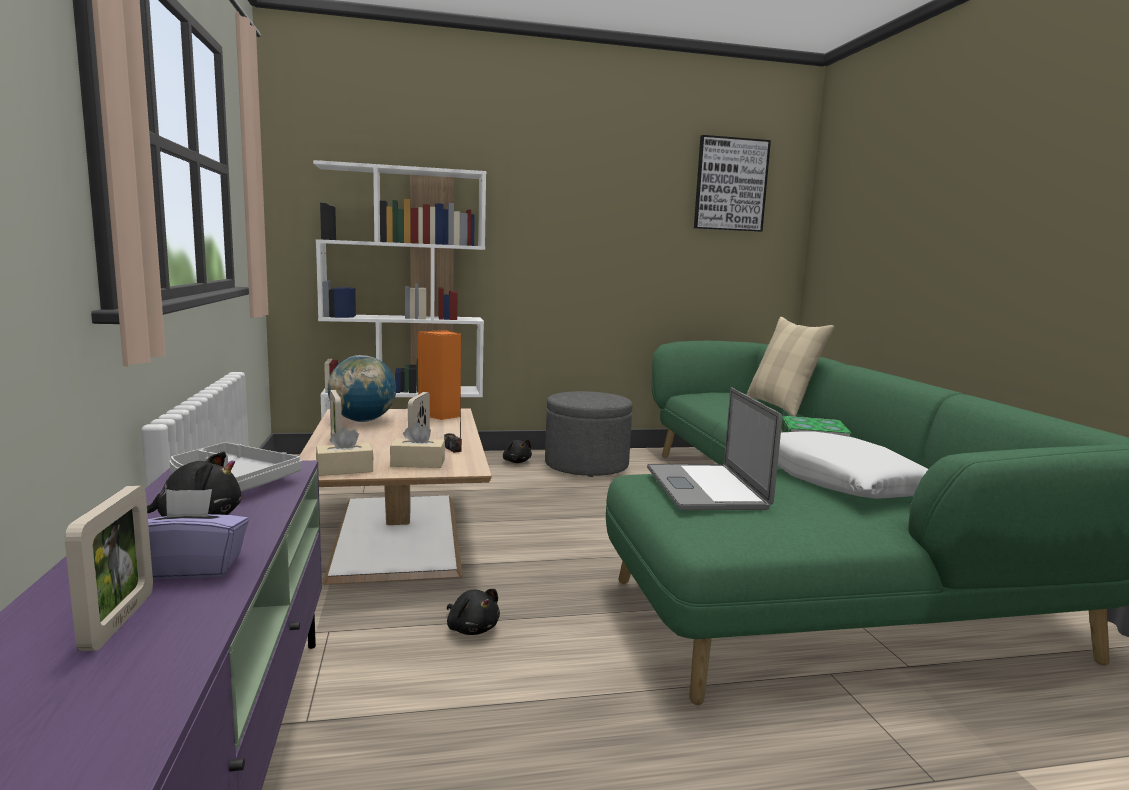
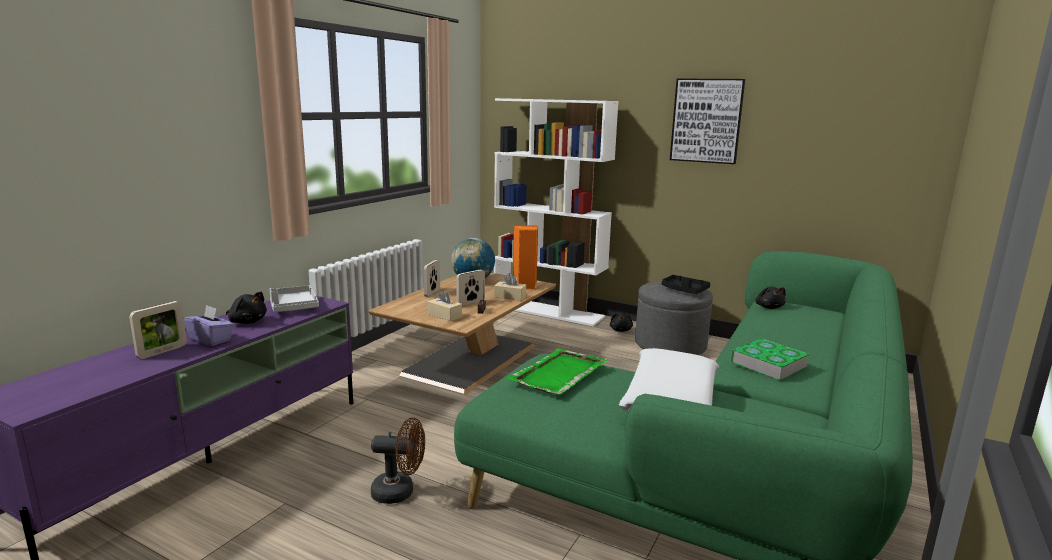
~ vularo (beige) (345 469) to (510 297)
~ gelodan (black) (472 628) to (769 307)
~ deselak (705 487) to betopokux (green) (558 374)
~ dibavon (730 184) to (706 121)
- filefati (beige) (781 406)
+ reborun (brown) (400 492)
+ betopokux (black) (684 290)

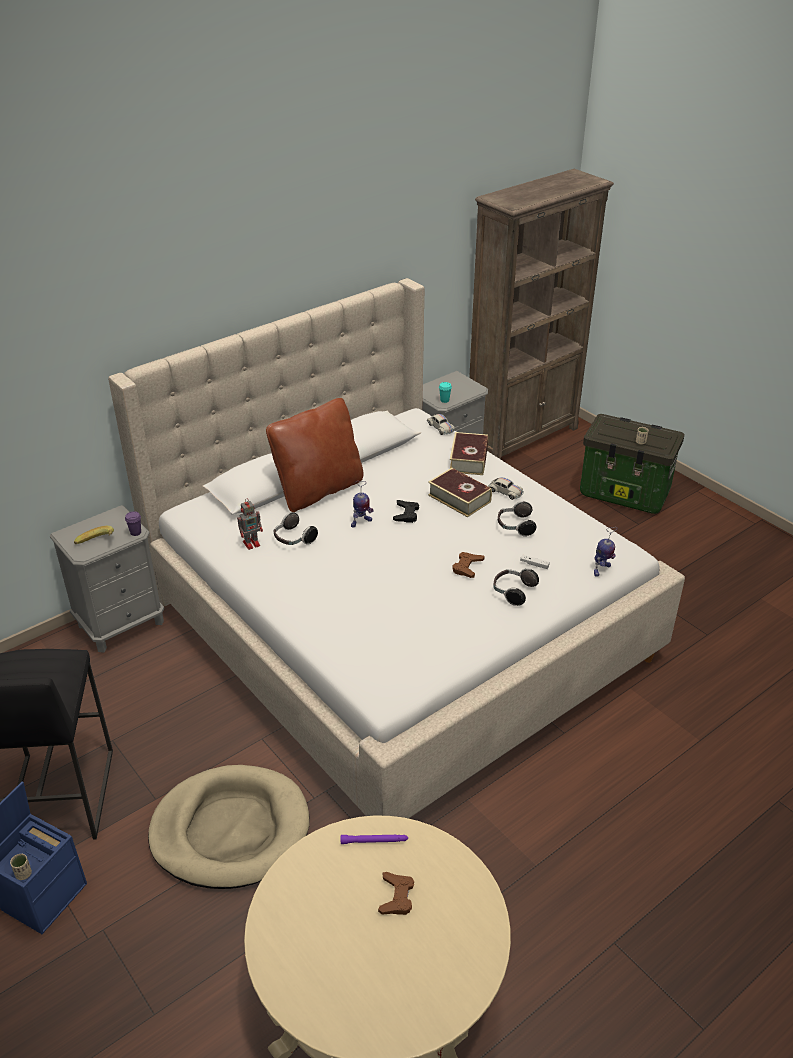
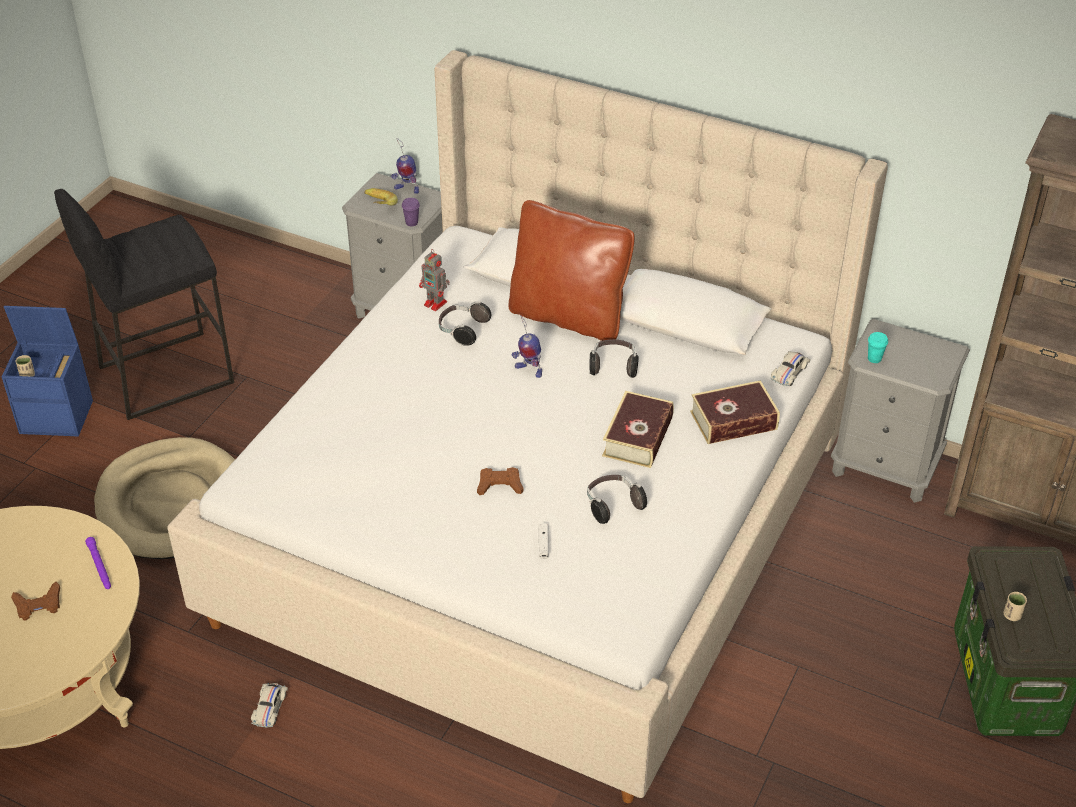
- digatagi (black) (406 514)
~ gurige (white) (505 492) to (270 708)
~ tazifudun (513 592) to (613 366)
~ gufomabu (601 570) to (406 189)

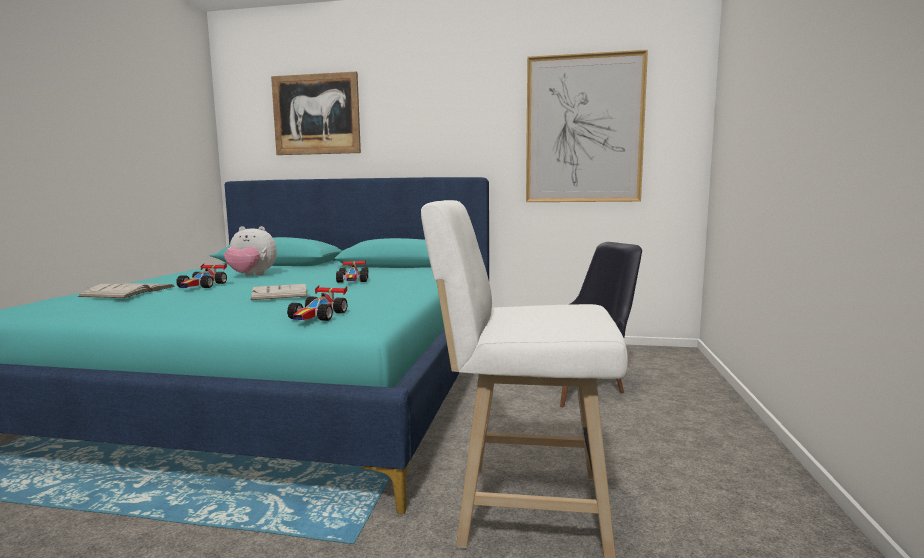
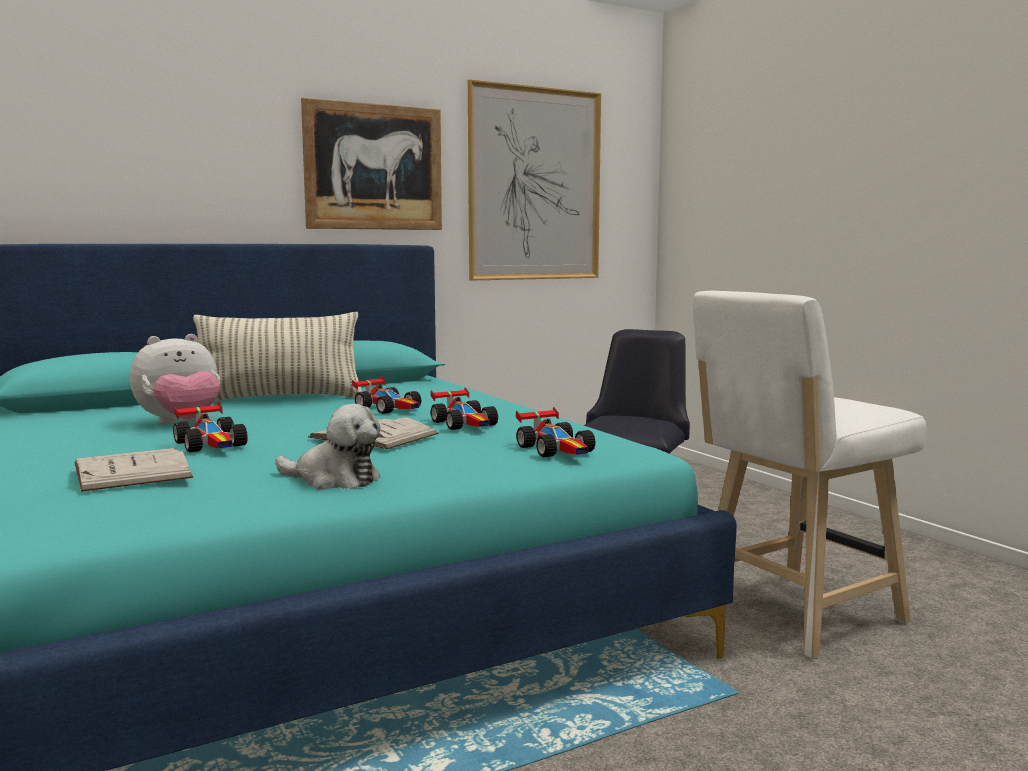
~ dibavon (316 114) to (374 167)
+ filefati (280 399)
+ gelodan (334 479)
+ gurige (465 423)

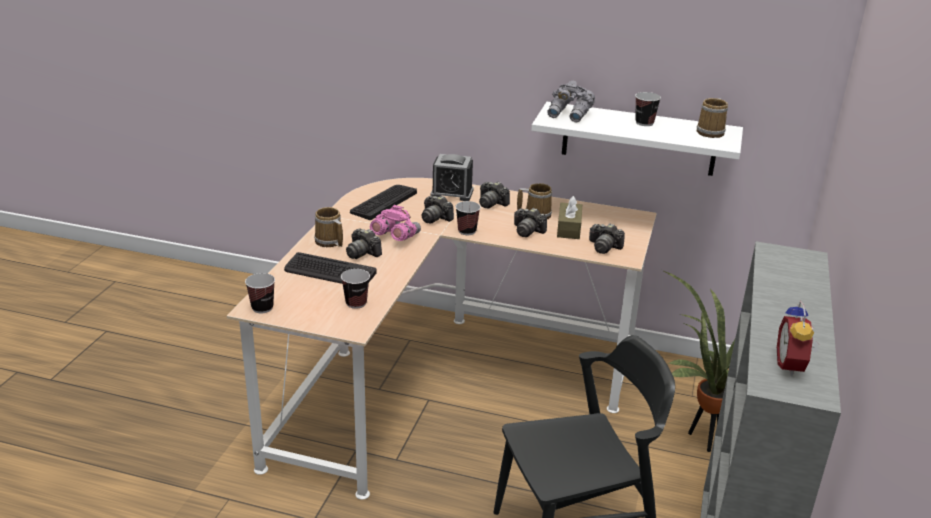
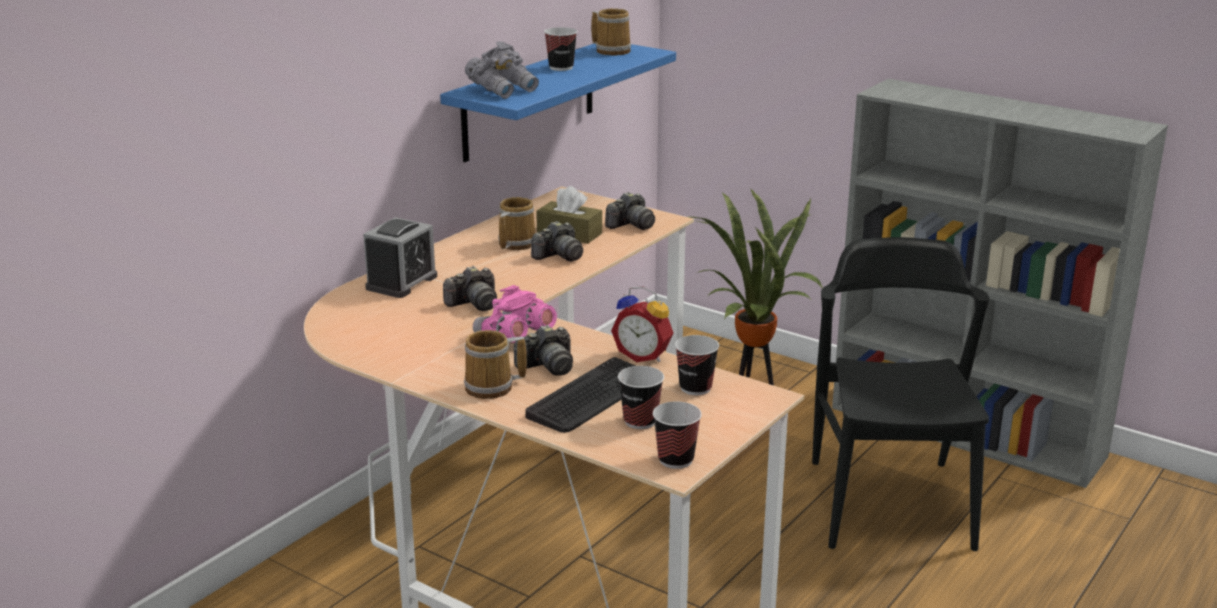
- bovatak (383 202)
~ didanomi (467 231) to (640 421)
- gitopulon (491 203)
~ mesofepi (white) (639 139) to mesofepi (blue) (529 100)
~ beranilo (792 366) to (644 356)

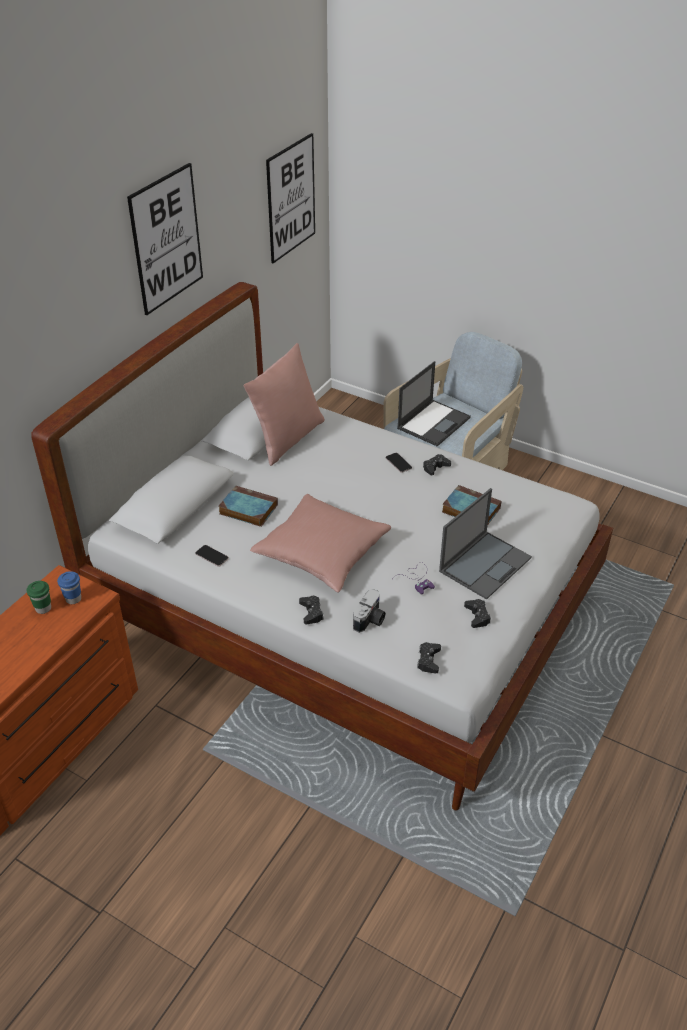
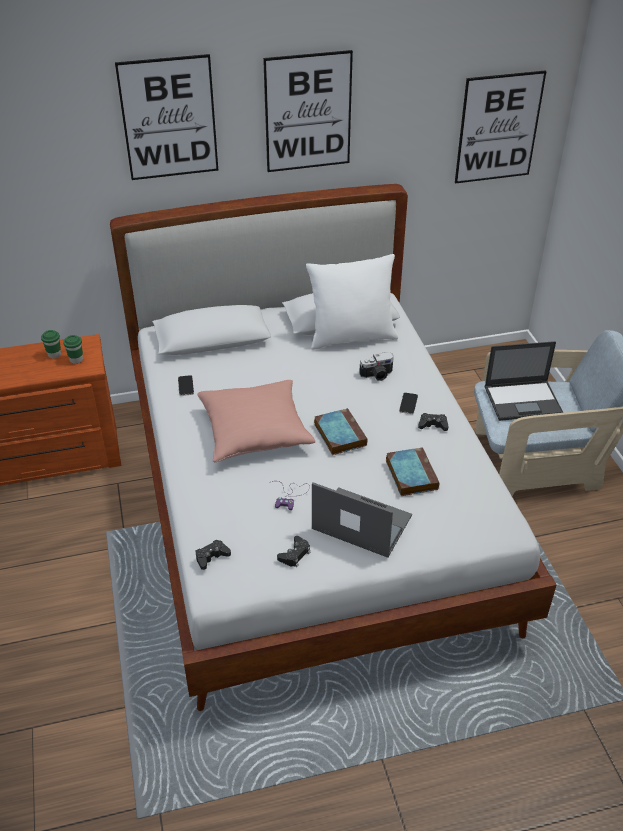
~ didanomi (blue) (73 599) to didanomi (green) (76 360)
~ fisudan (247 509) to (339 434)
~ filefati (pink) (287 439) to filefati (white) (351 337)
- digatagi (black) (311 612)
~ gitopulon (370 620) to (377 375)
~ deselak (485 564) = (360 522) 150 degrees counterclockwise
+ dibavon (169 118)

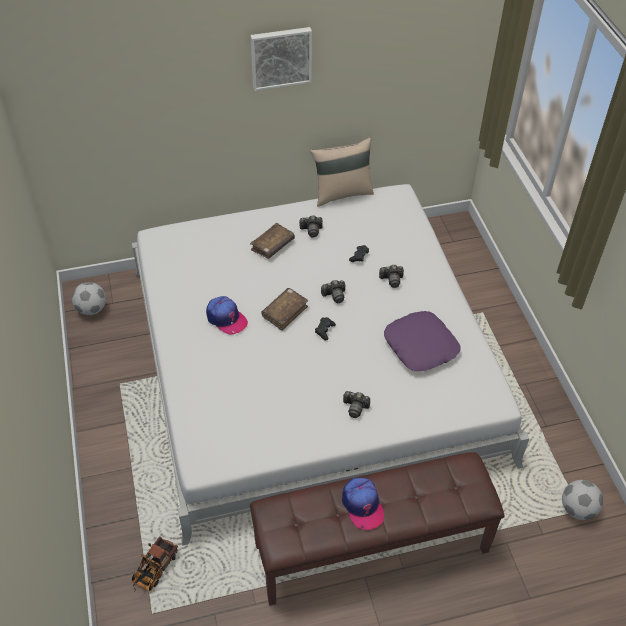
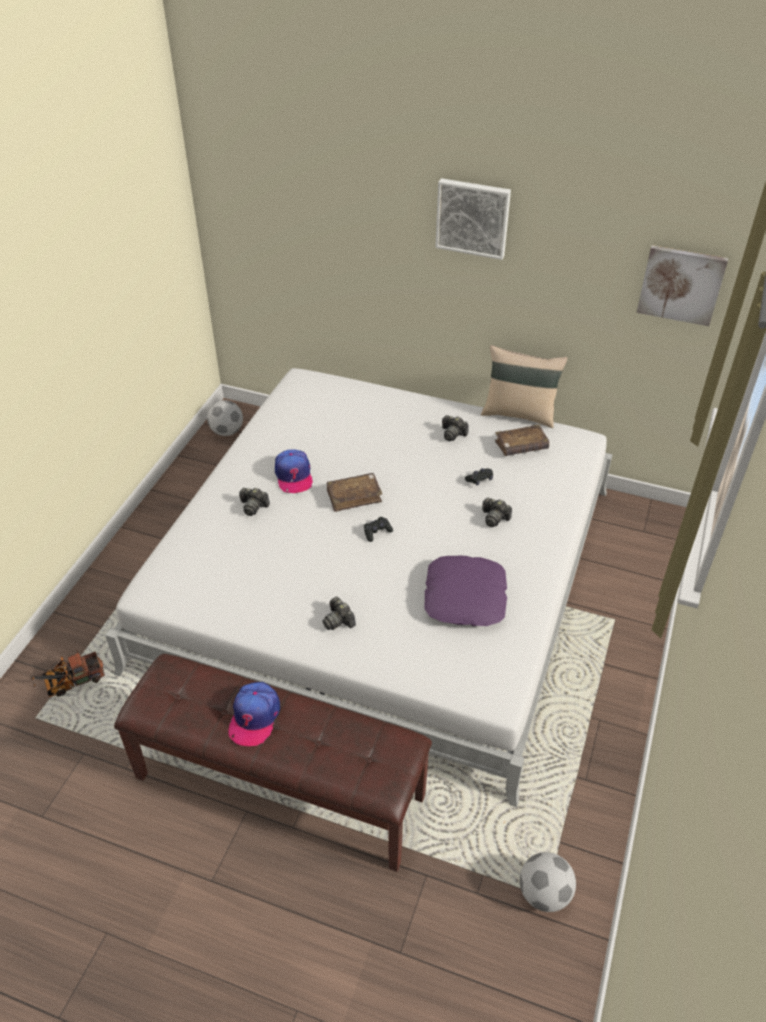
~ fisudan (brown) (272 245) to (521 446)
~ gitopulon (334 295) to (253 506)
+ dibavon (681 284)

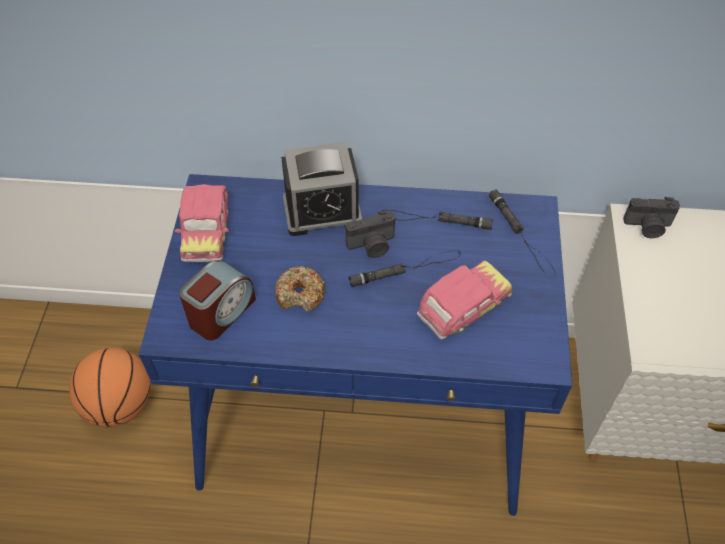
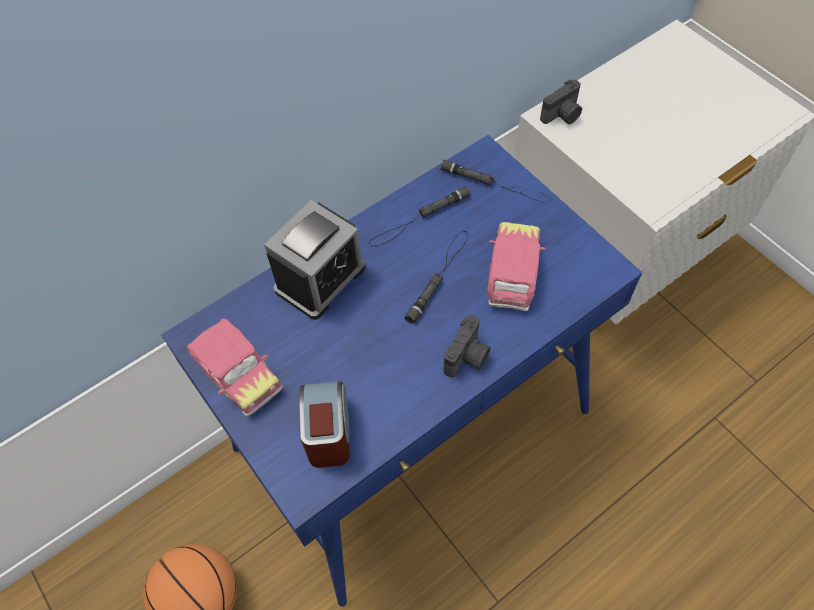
- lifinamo (300 294)
~ gitopulon (372 245) to (468 357)

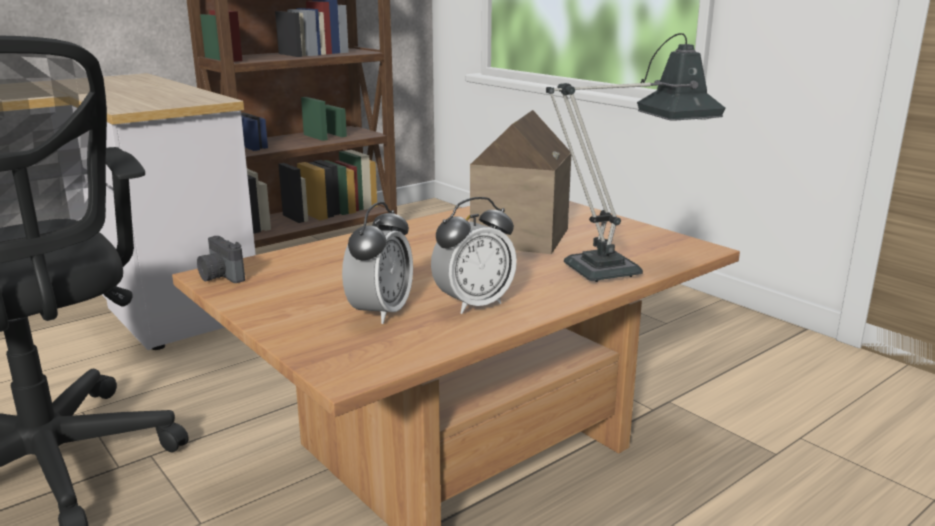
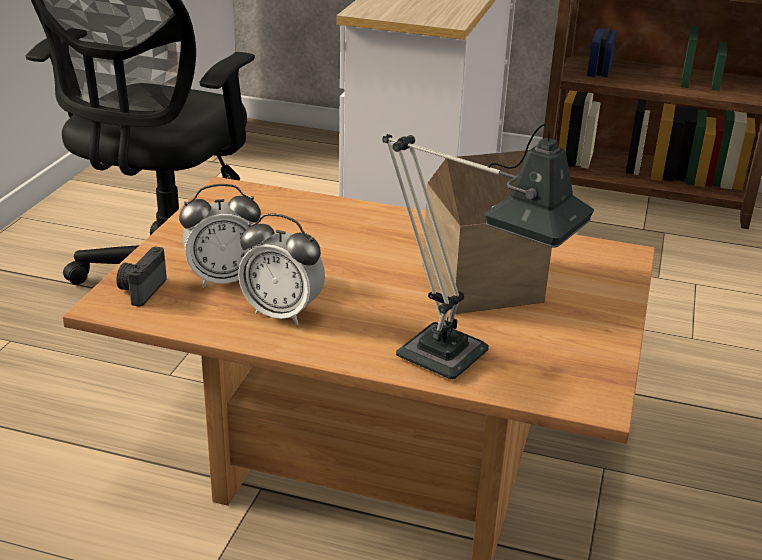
~ gitopulon (220 276) to (141 290)

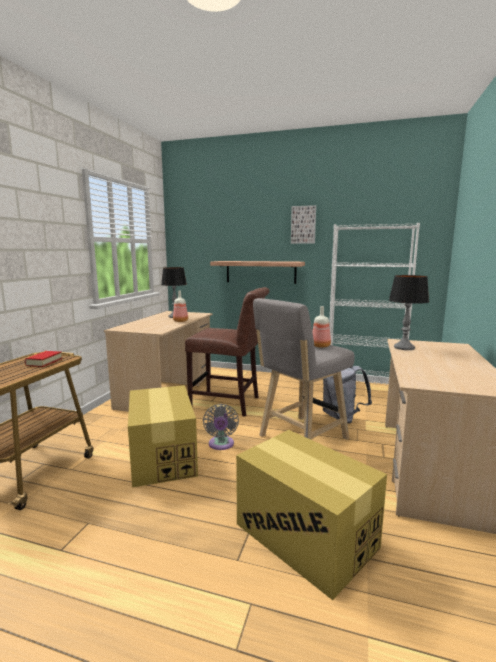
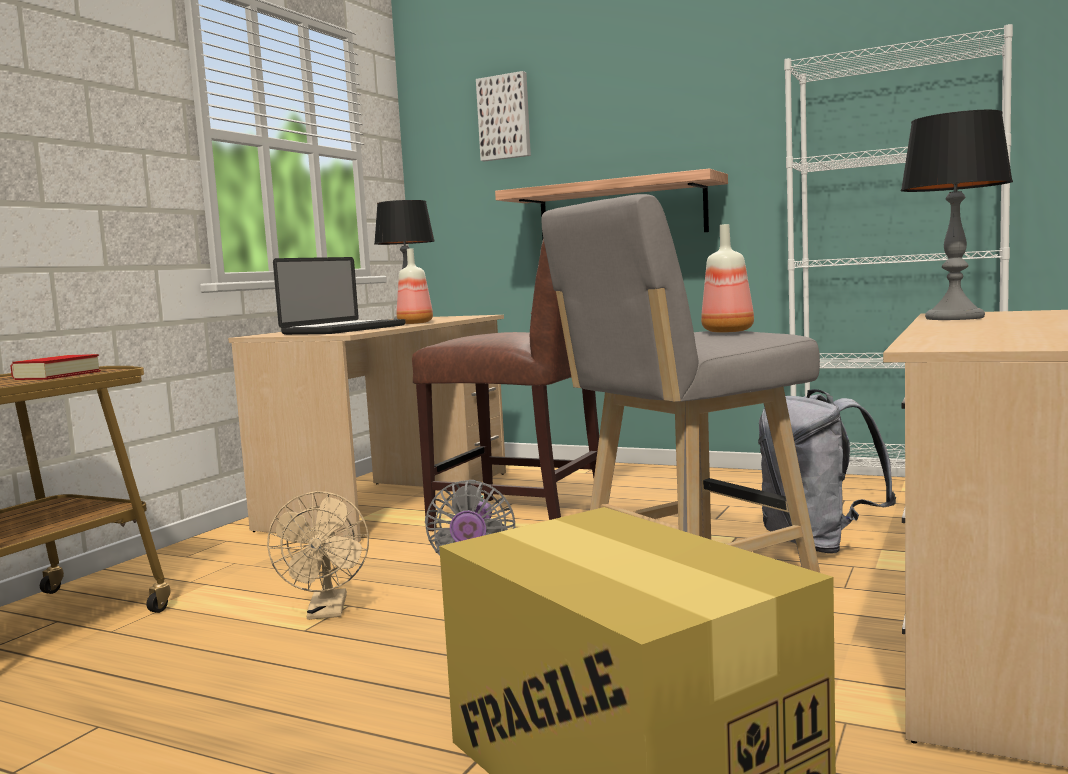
~ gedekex (162 456) to reborun (beige) (327 612)
~ dibavon (303 225) to (505 117)
+ deselak (344 330)

